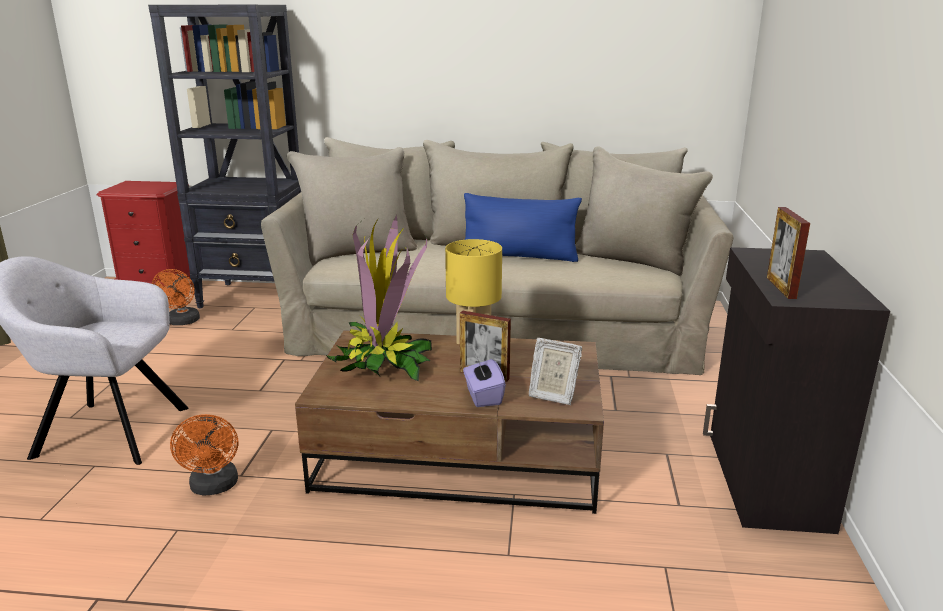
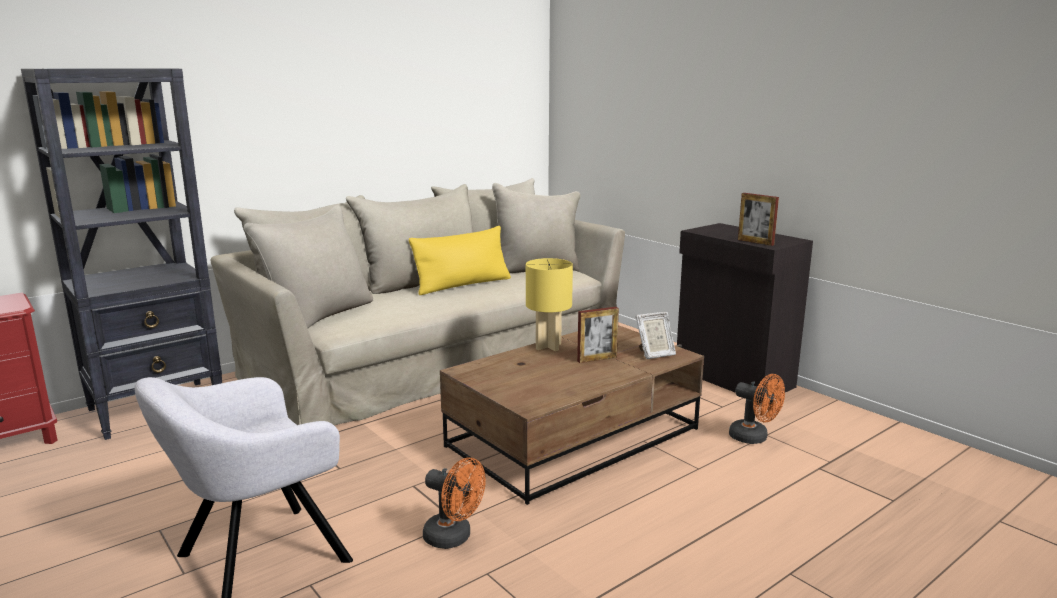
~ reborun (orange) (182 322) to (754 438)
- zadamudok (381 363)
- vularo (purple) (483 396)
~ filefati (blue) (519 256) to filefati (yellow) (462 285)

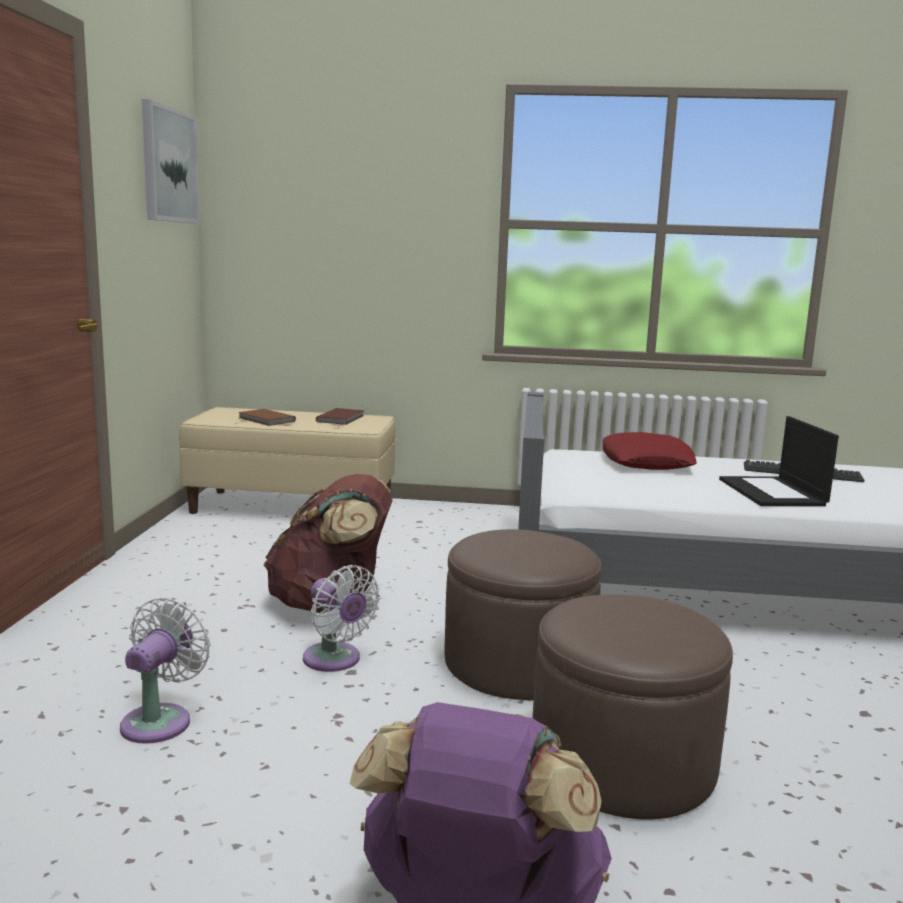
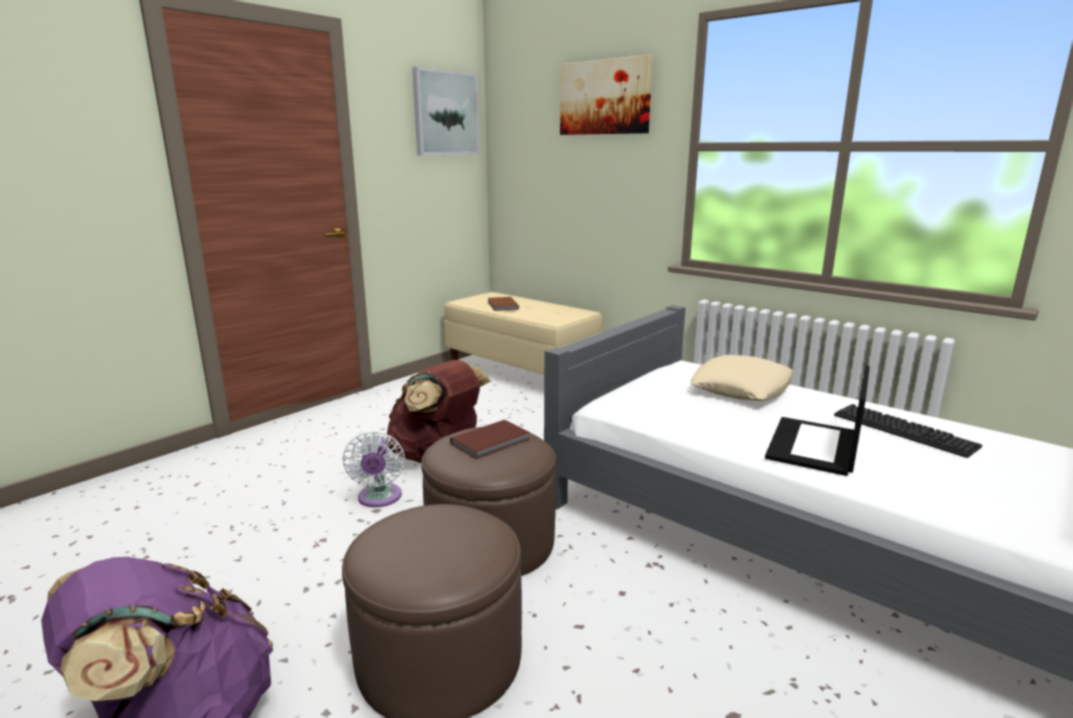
- reborun (white) (160 720)
~ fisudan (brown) (342 418) to (492 442)
~ filefati (red) (646 462) to filefati (beige) (741 388)
+ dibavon (605 97)

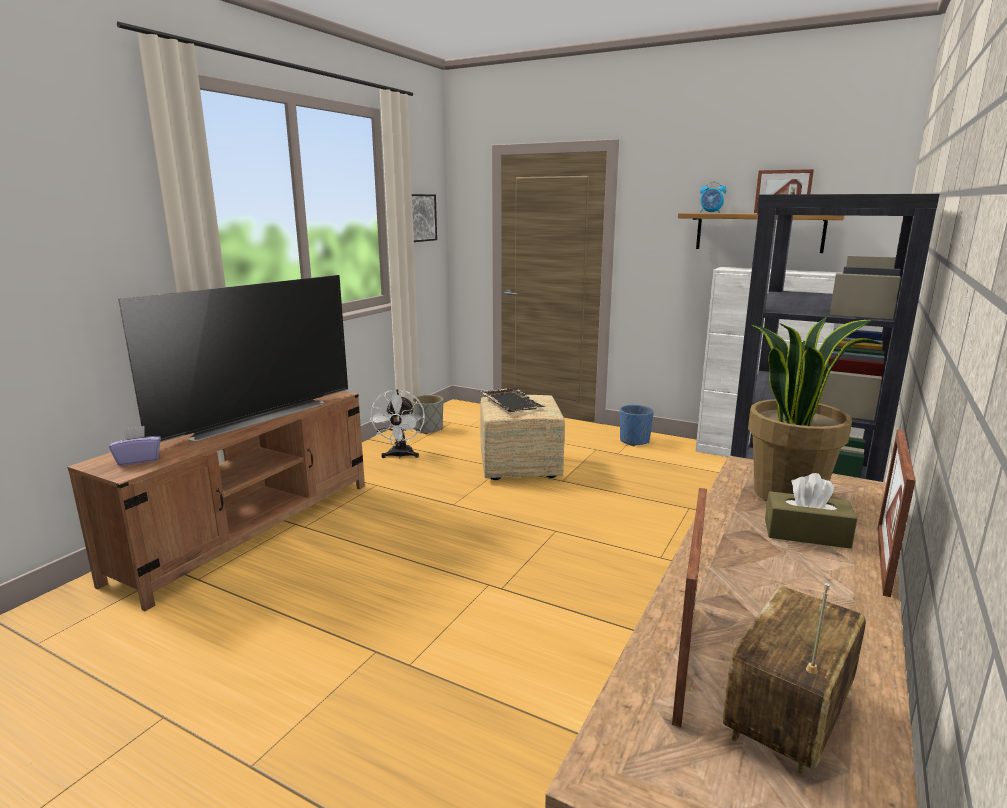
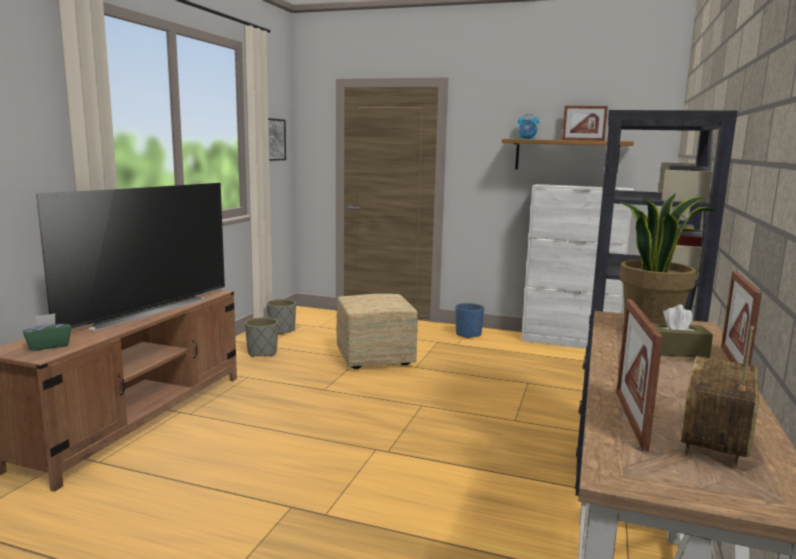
~ vularo (purple) (139 459) to vularo (green) (48 346)
~ reborun (white) (400 456) to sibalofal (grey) (262 353)
- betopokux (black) (510 402)

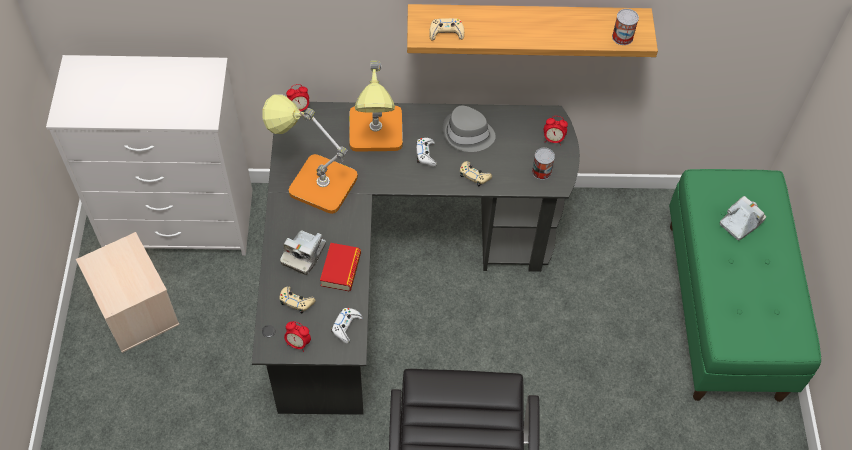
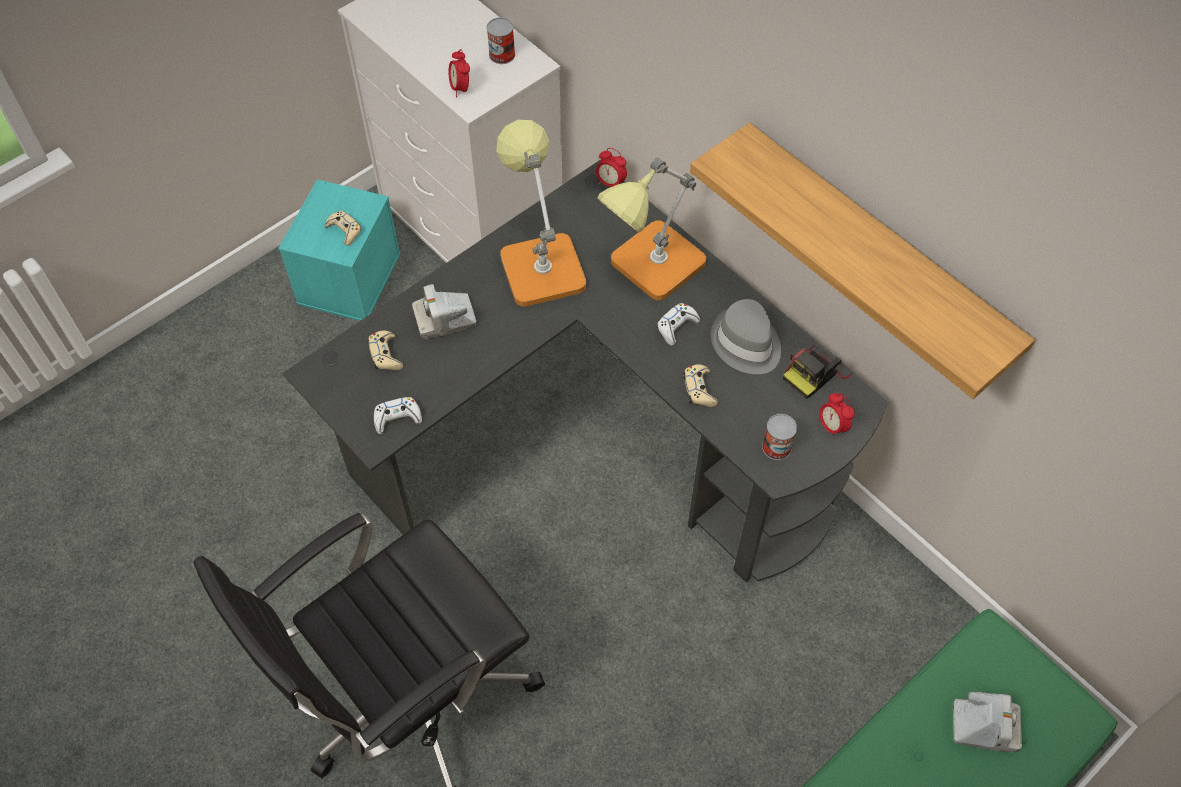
~ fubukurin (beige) (134 309) to fubukurin (turquoise) (348 277)
~ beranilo (298 343) to (460 88)
- fisudan (341 270)
~ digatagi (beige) (446 33) to (344 230)
~ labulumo (622 37) to (502 55)
+ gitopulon (815 373)

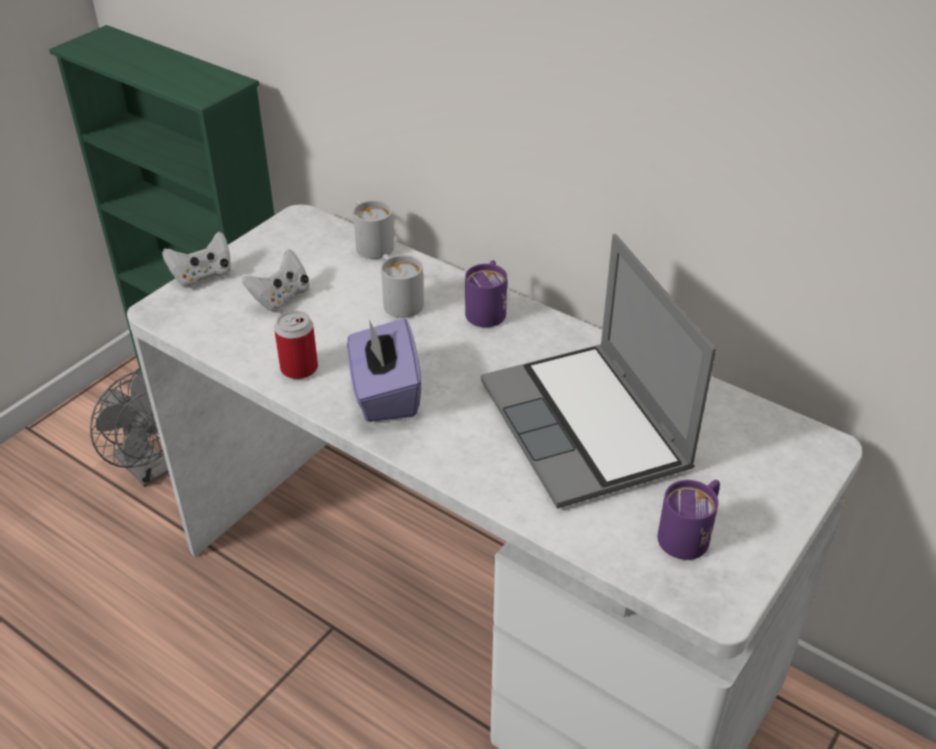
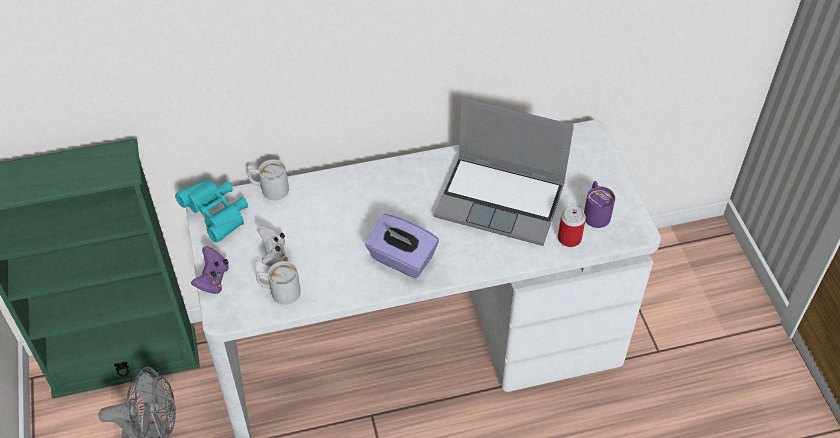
~ digatagi (white) (203 276) to digatagi (purple) (213 279)
~ labulumo (299 368) to (569 238)
~ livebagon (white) (399 300) to (279 292)
- livebagon (purple) (487 309)
+ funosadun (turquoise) (217 215)

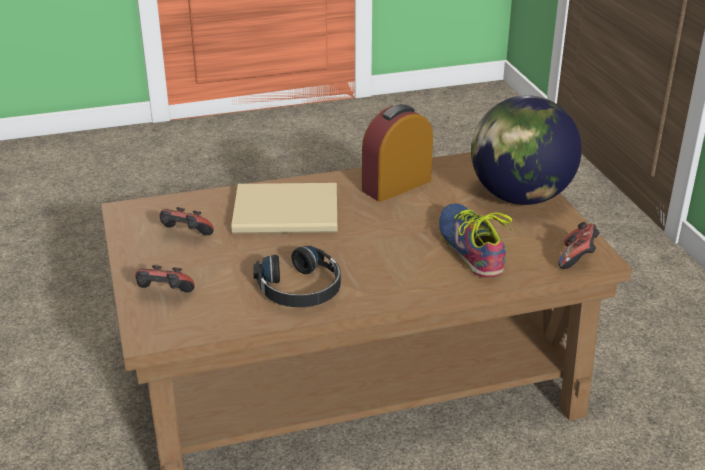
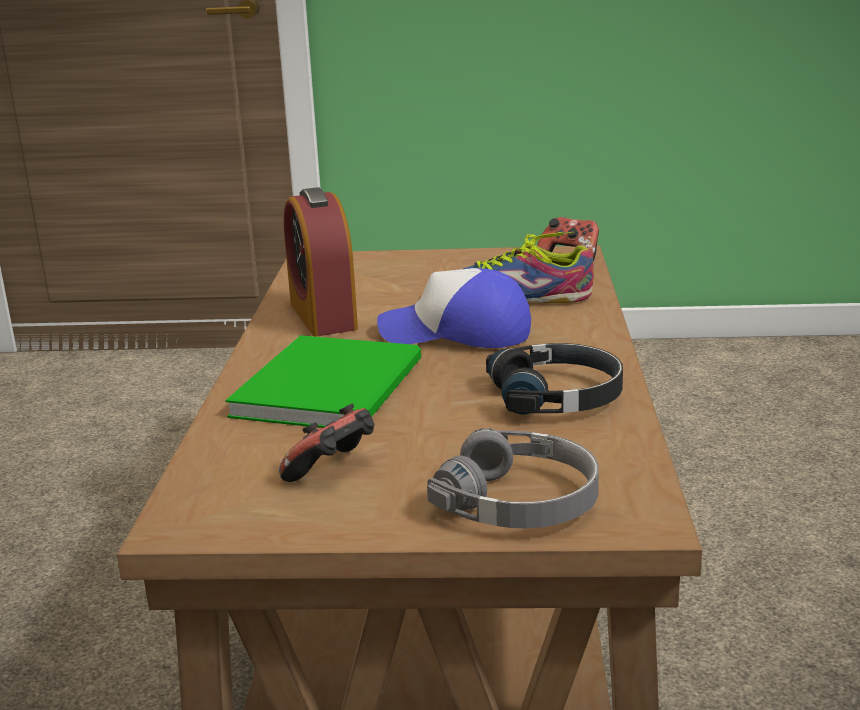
~ digatagi (164 295) to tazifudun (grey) (520 501)
~ fisudan (beige) (289 213) to fisudan (green) (335 386)
- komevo (519 197)
+ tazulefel (456 333)

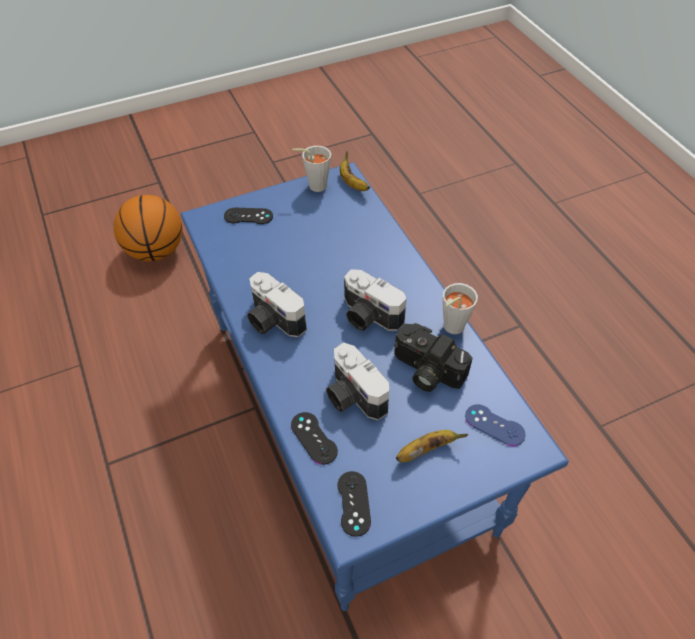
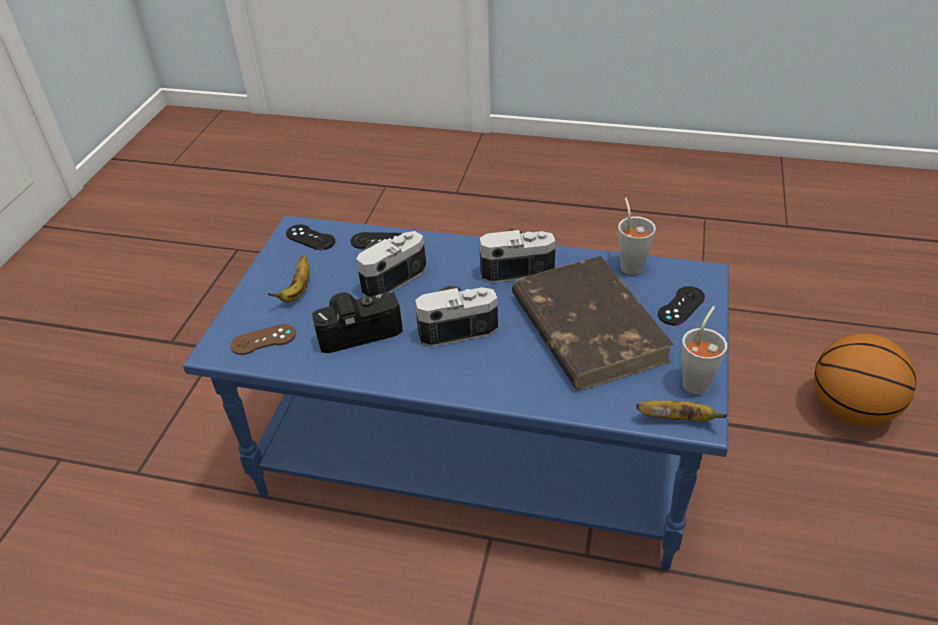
~ gitopulon (352 396) = (388 275) 45 degrees counterclockwise
~ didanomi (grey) (450 328) to (630 264)
~ digatagi (blue) (494 425) to digatagi (brown) (263 340)
+ fisudan (brown) (586 327)

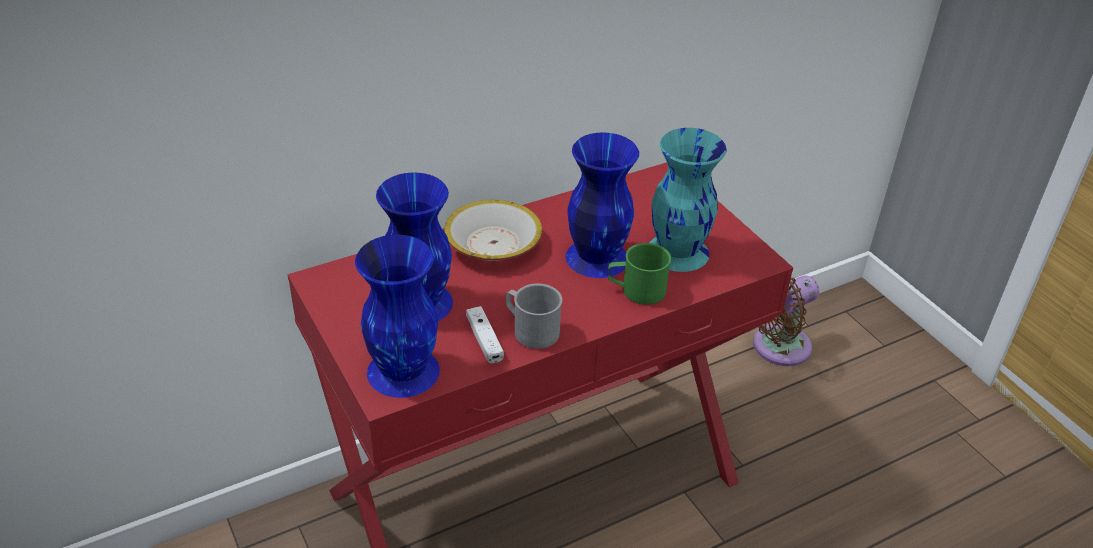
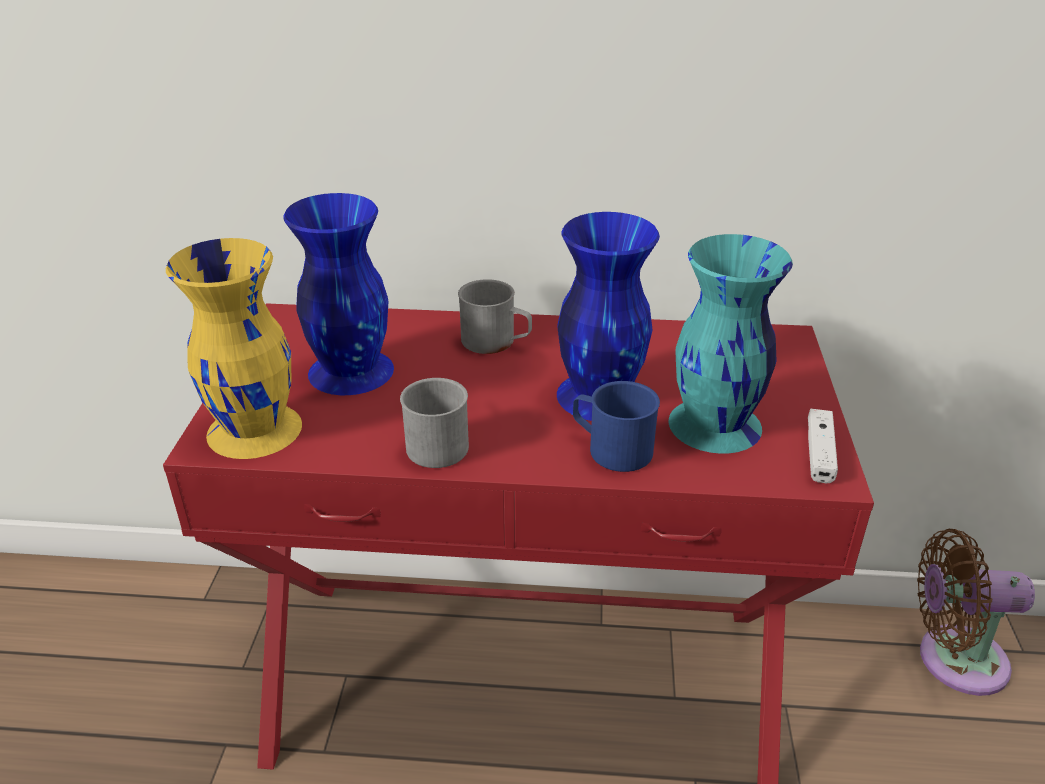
~ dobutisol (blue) (404 370) to dobutisol (yellow) (256 429)
~ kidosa (494 244) to livebagon (grey) (496 342)
~ digatagi (white) (484 340) to (819 453)
~ livebagon (green) (636 290) to livebagon (blue) (611 448)

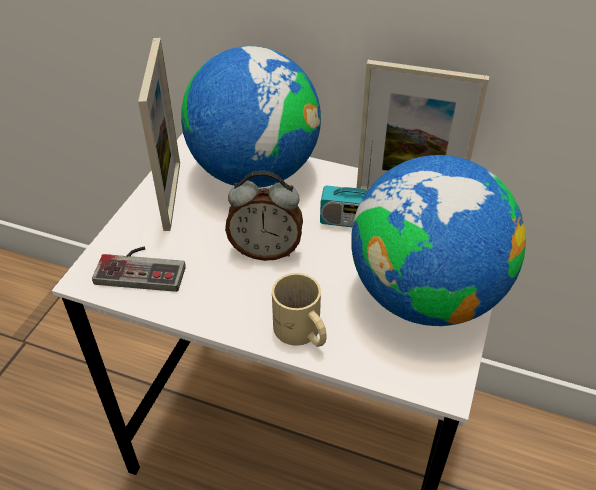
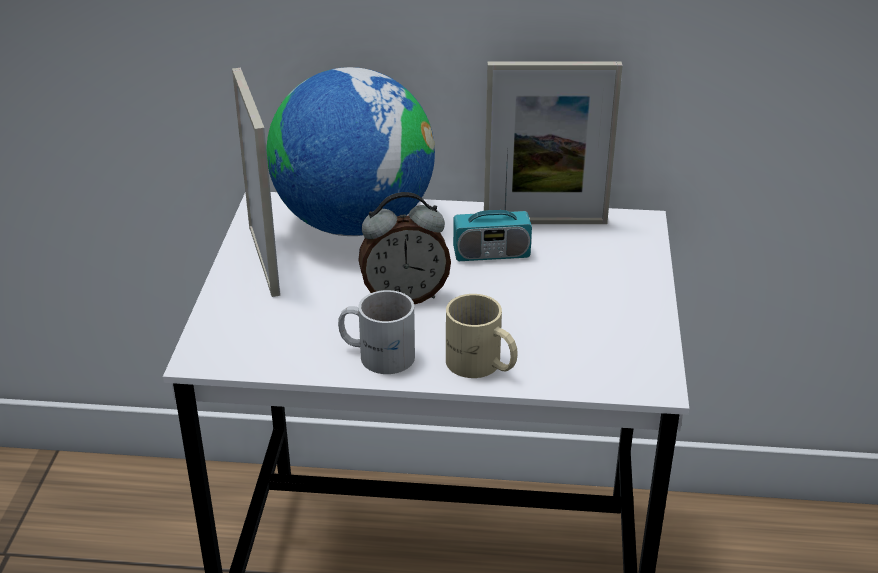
- digatagi (143 267)
- komevo (424 295)
+ livebagon (white) (378 353)

